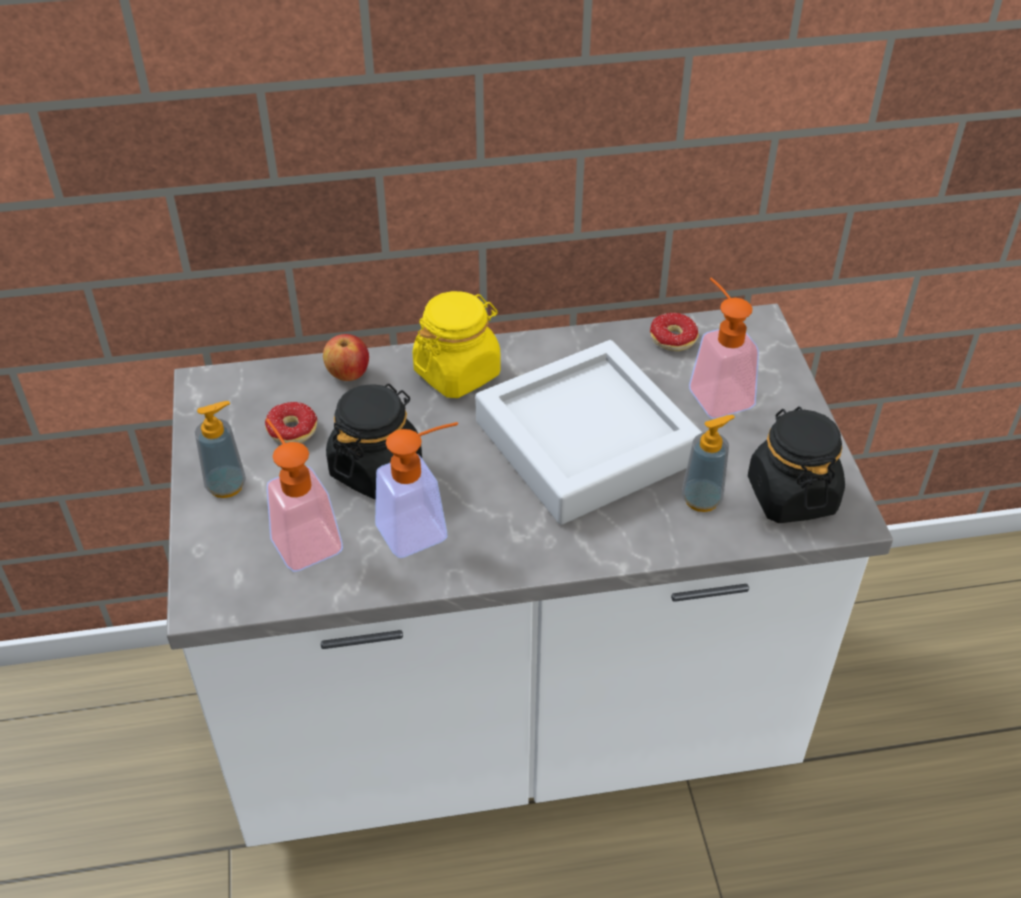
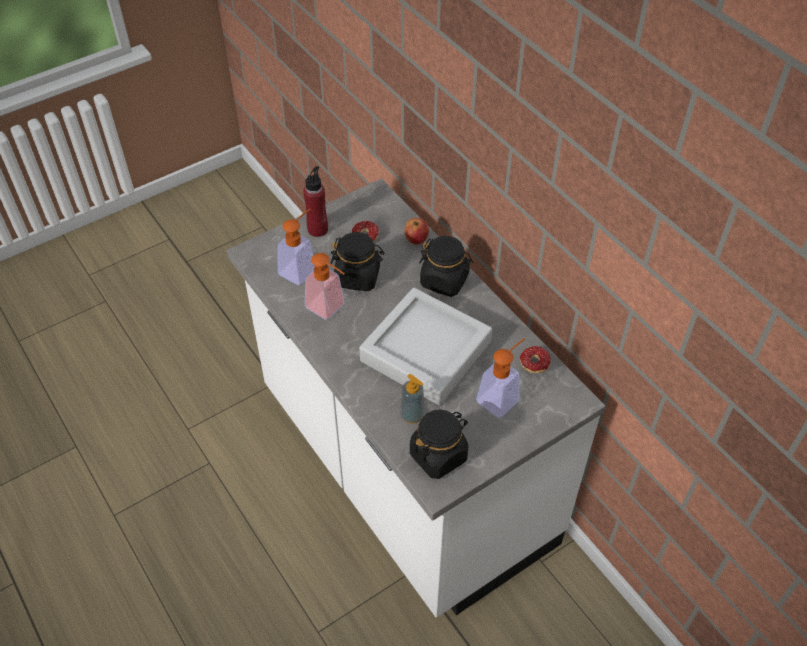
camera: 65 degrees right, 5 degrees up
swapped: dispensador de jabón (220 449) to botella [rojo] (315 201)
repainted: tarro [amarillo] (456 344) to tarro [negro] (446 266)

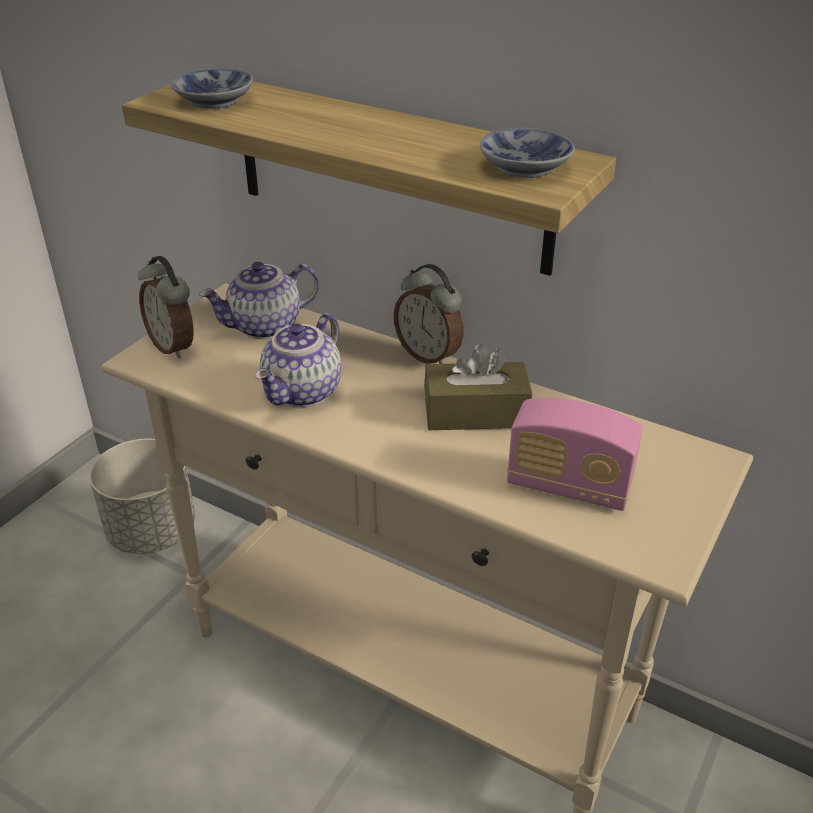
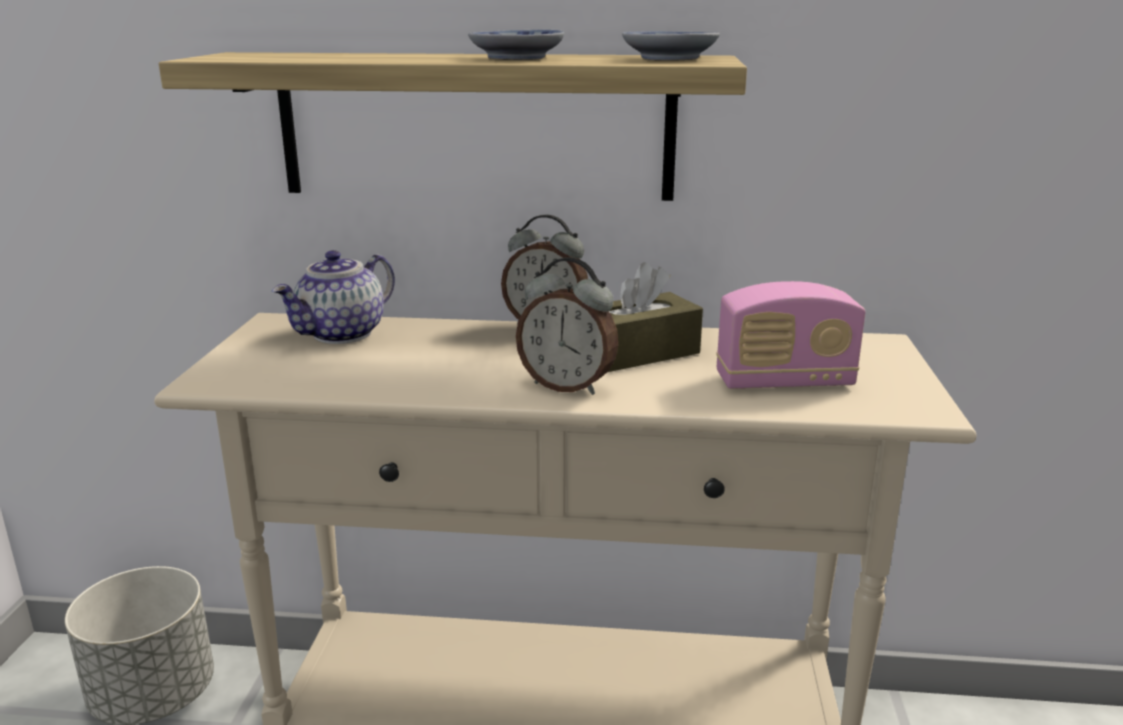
camera: 25 degrees left, 15 degrees down
gone: tetera (298 360)
shifted: cuenco (212 88) to (516 44); despertador (166 307) to (567 326)

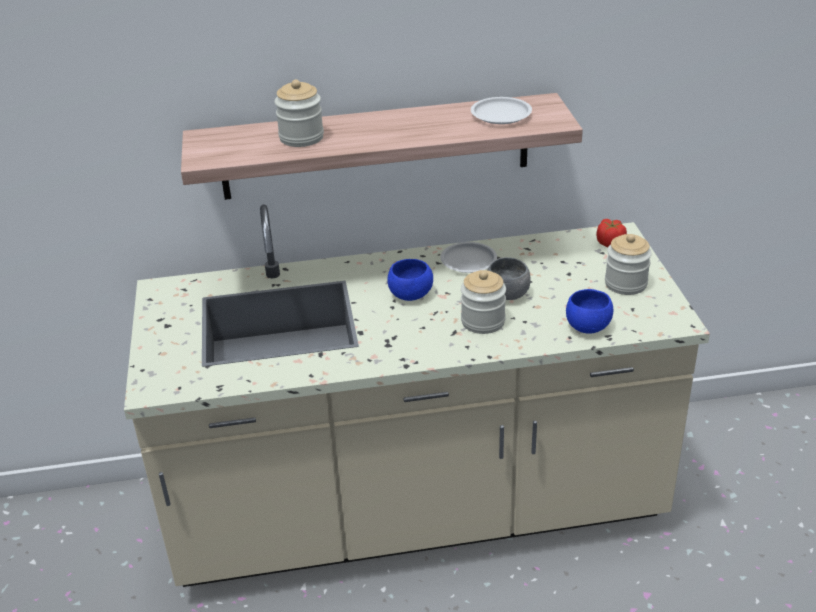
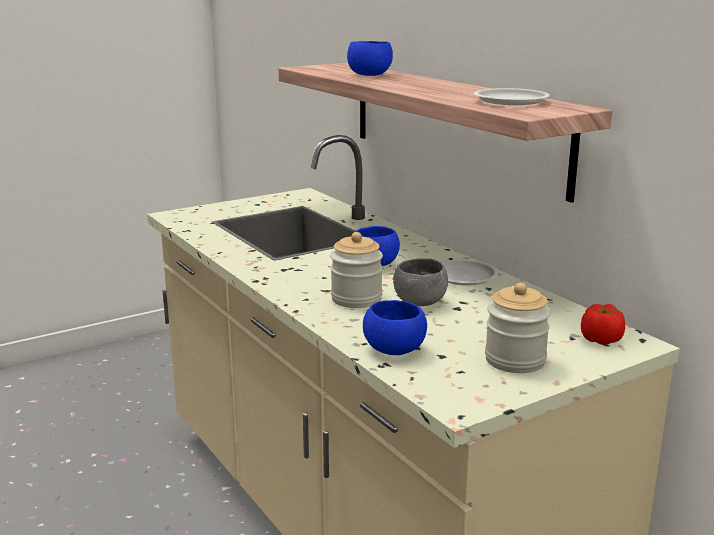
camera: 65 degrees right, 15 degrees down
swapped: tarro (299 113) to cuenco [azul] (370 58)

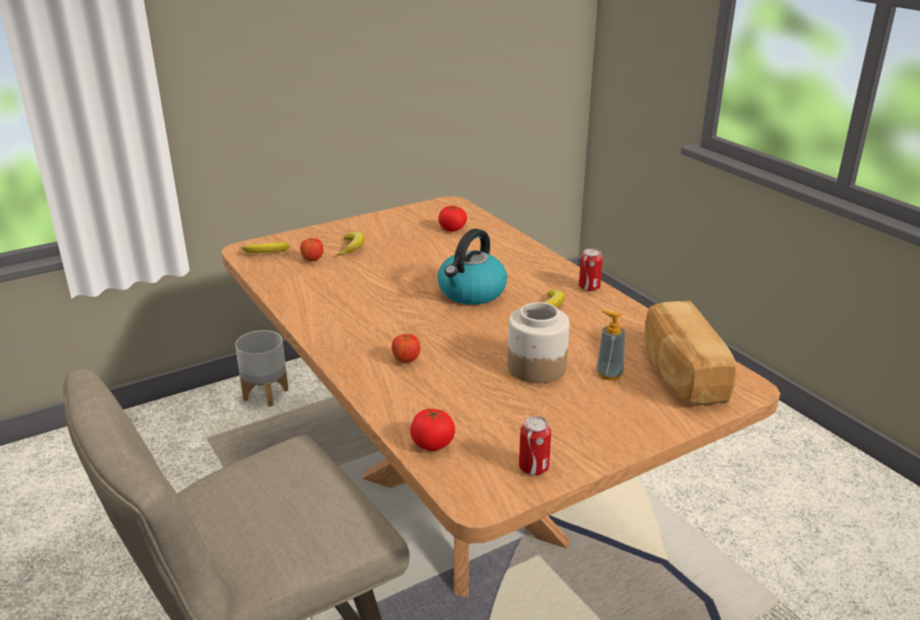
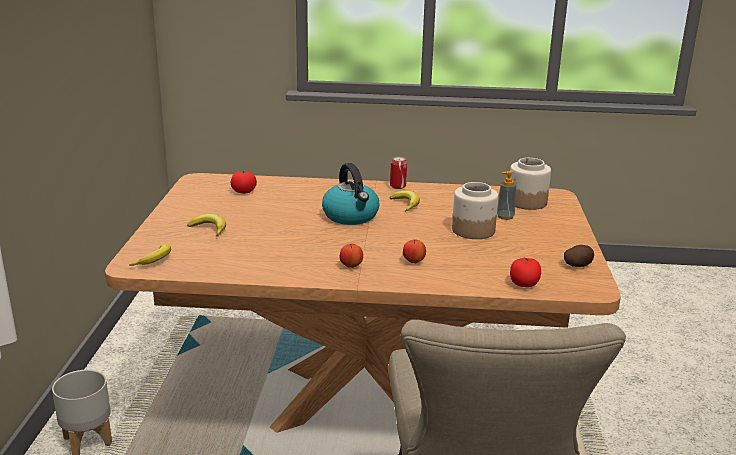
camera: 55 degrees left, 5 degrees down
shifted: manzana (311 250) to (351 256)
swapped: pan (690 352) to tarro (530 184); lata (535 445) to patata (579 256)

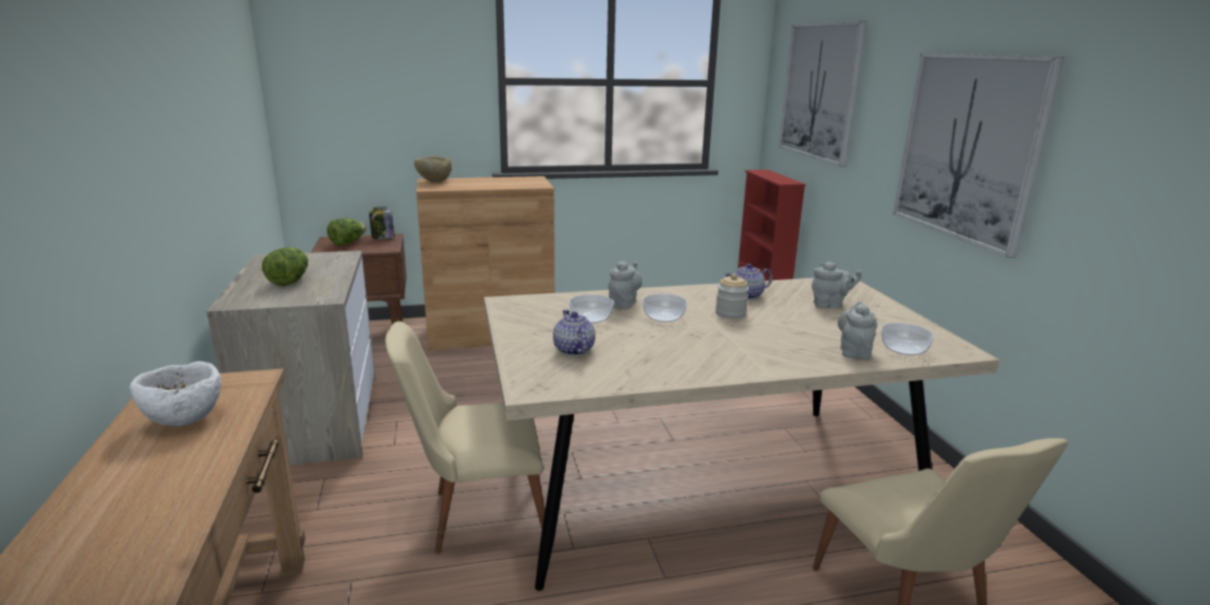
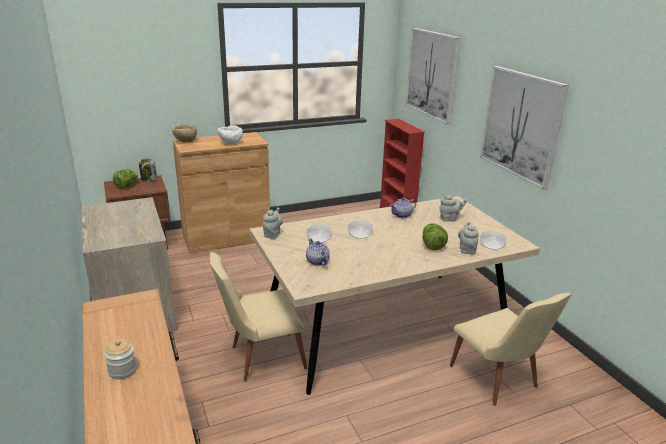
camera: 10 degrees left, 5 degrees up
shifted: tarro (732 296) to (120 359); cuenco [blanco] (175 393) to (230 134); tetera [gris] (625 285) to (273 223); lechuga (285 266) to (435 236)

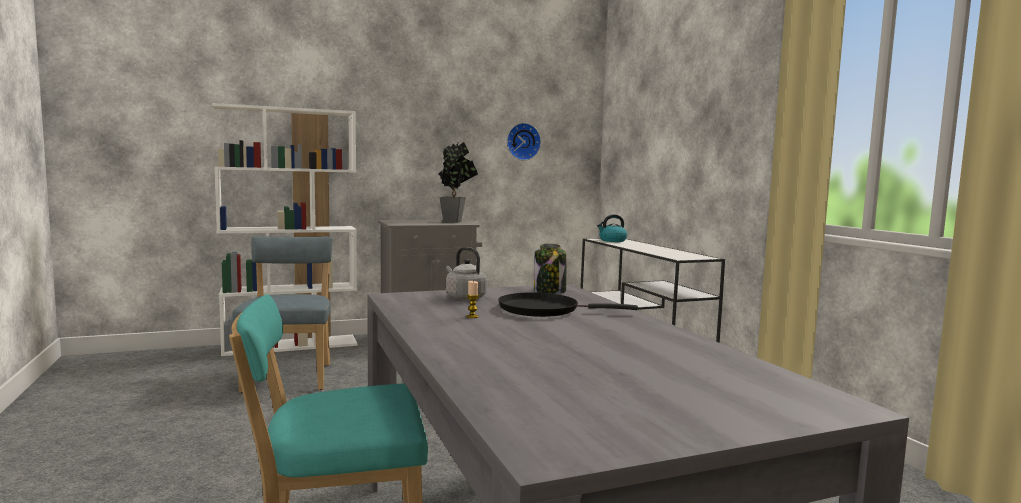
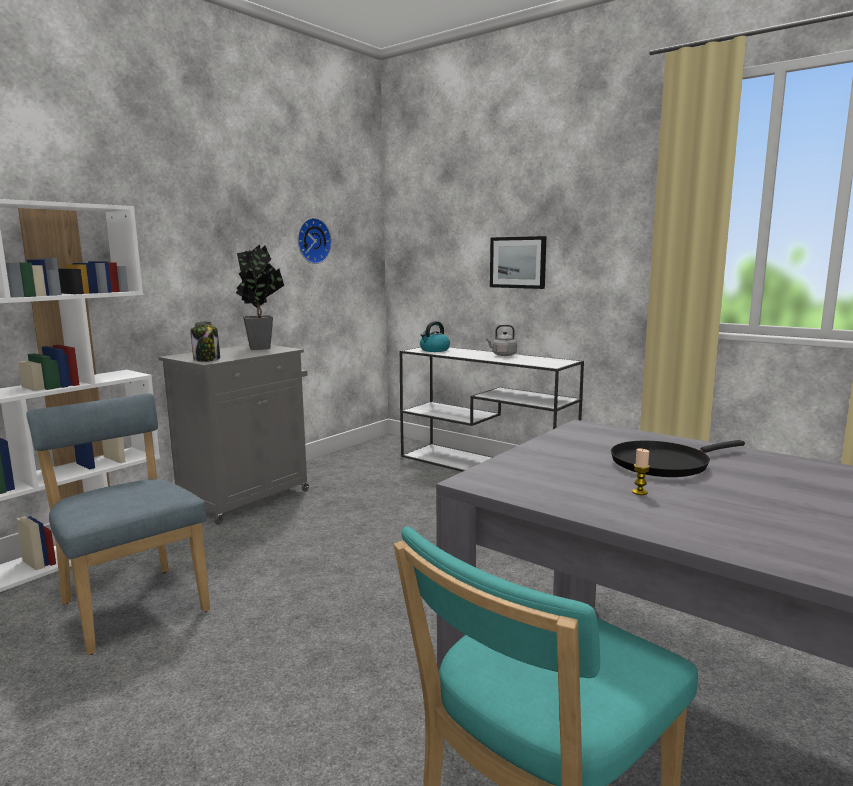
camera: 30 degrees left, 5 degrees up
new: cuadro (518 262)
shifted: tarro (550 268) to (205 341); hervidor [gris] (466 273) to (501 340)

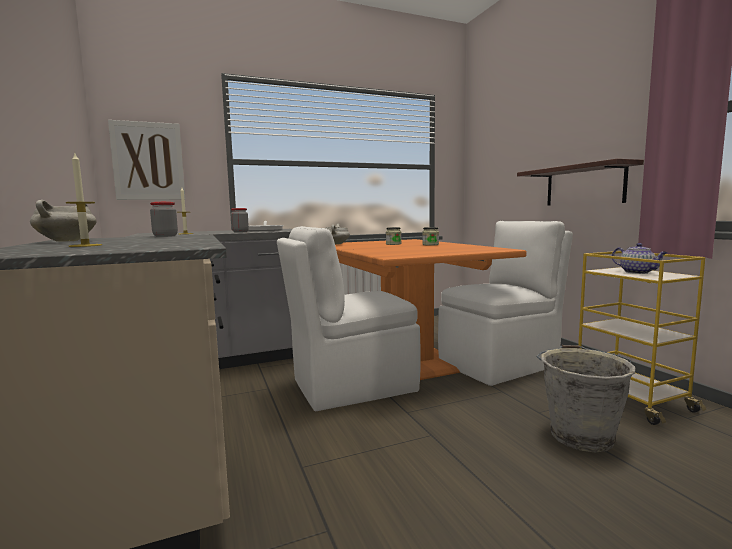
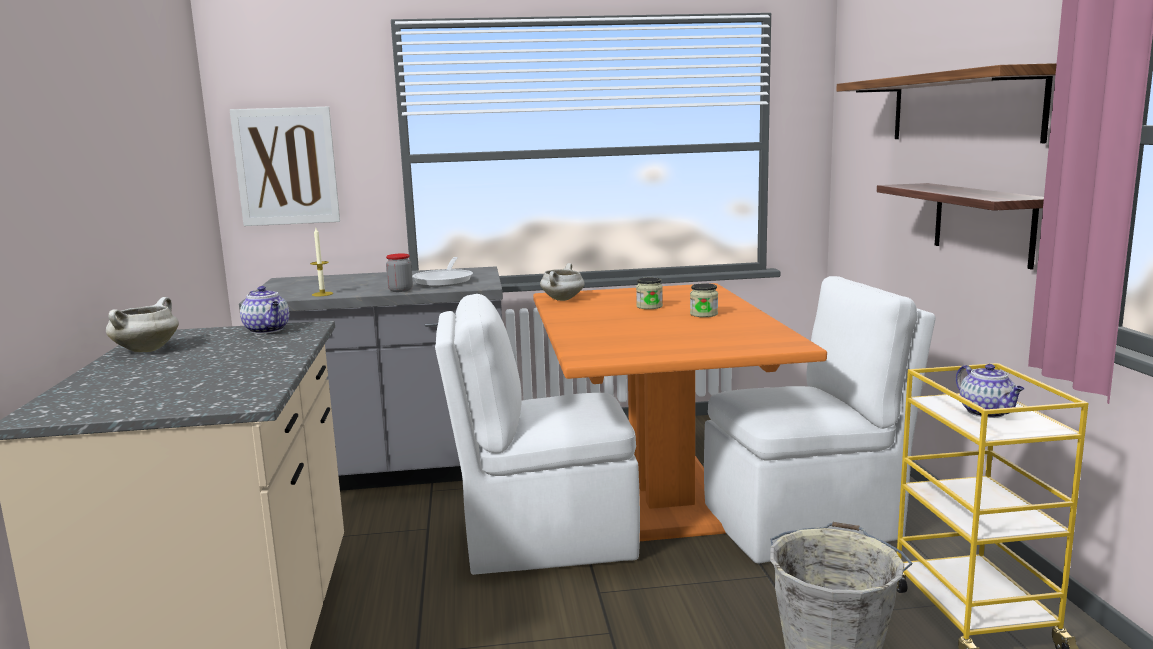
camera: 15 degrees right, 5 degrees up
gone: vela (84 200)
new: estante (946 103)
swapped: tarro (164 219) to tetera (264 310)

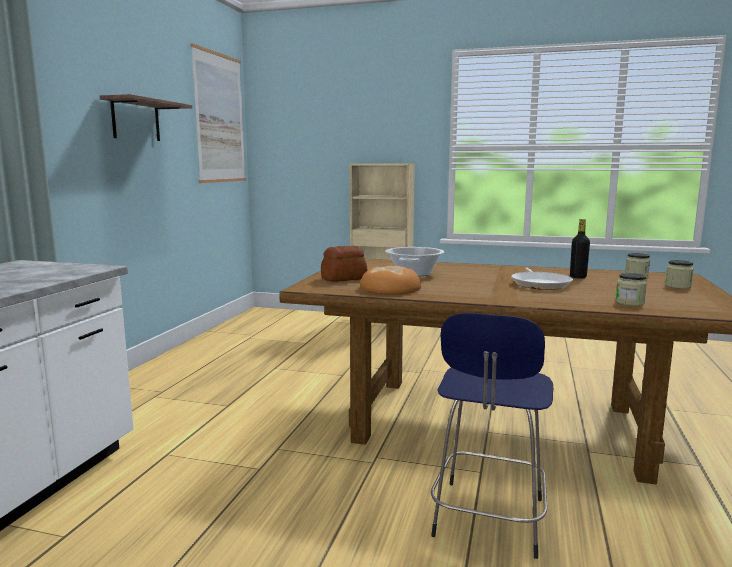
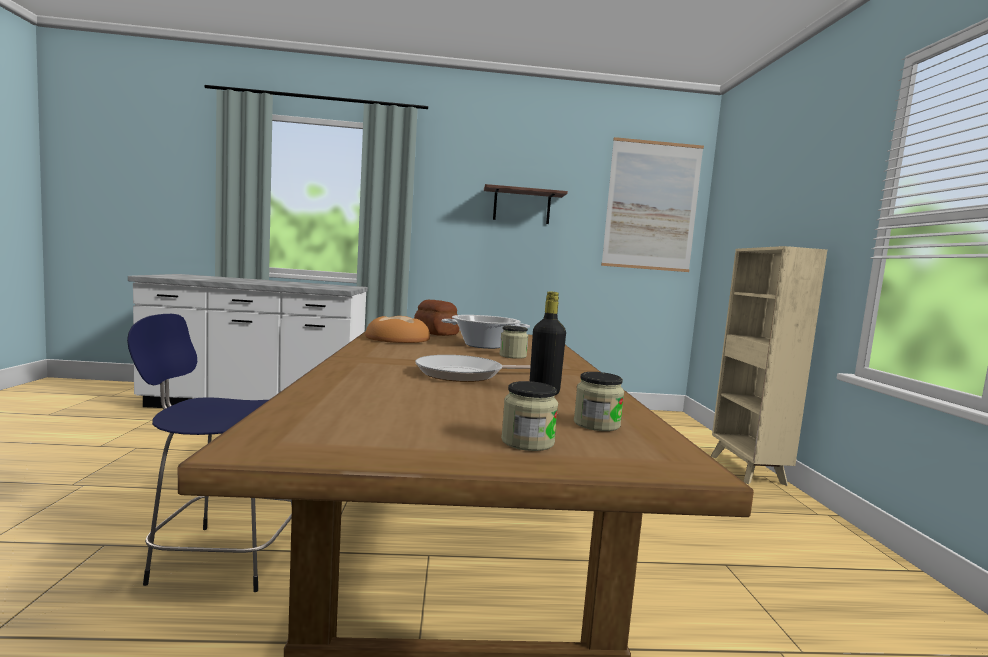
camera: 70 degrees right, 5 degrees down
shifted: tarro (631 289) to (513 342)

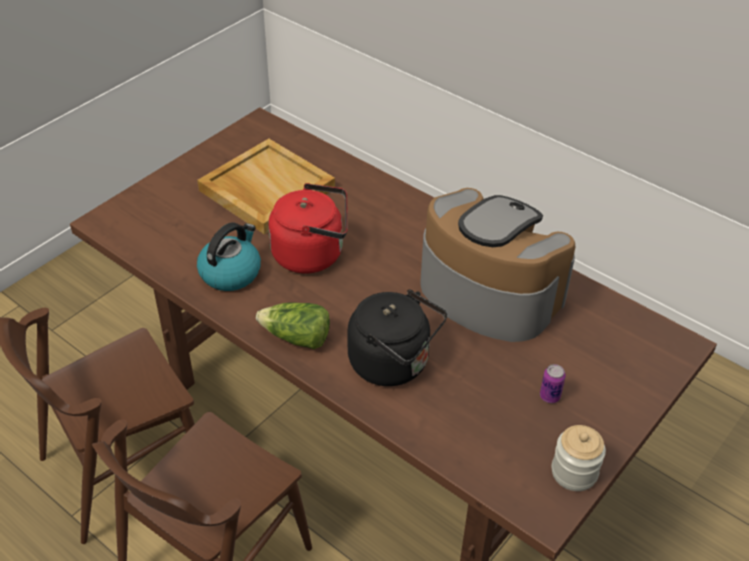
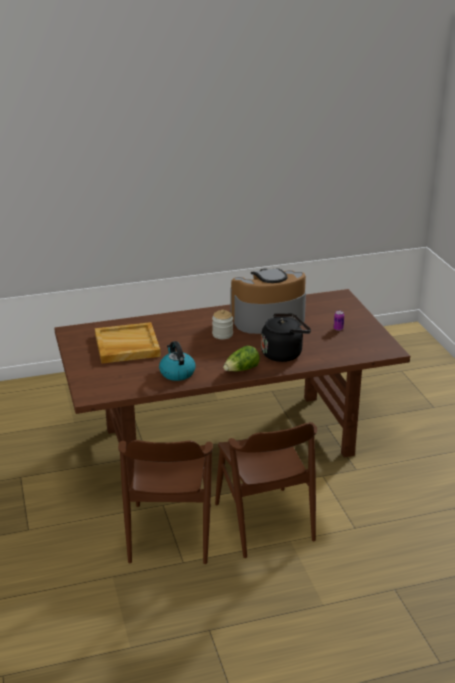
camera: 55 degrees left, 15 degrees down
gone: hervidor [rojo] (308 228)
shifted: tarro (579 458) to (222 324)

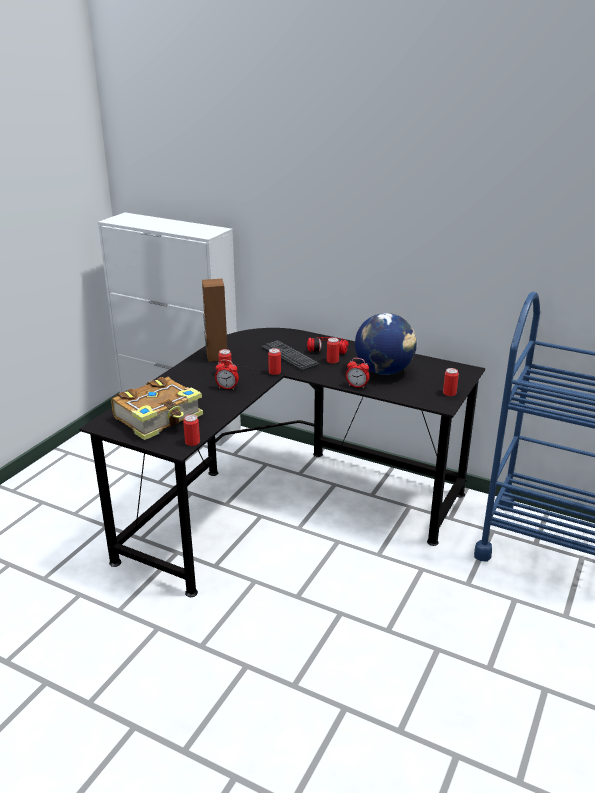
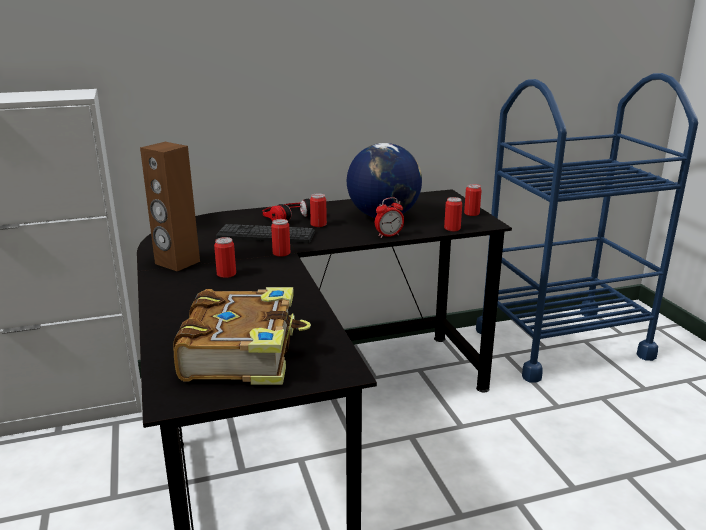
camera: 45 degrees left, 5 degrees down
gone: despertador (227 375)
shifted: lata (191 430) to (453 214)

